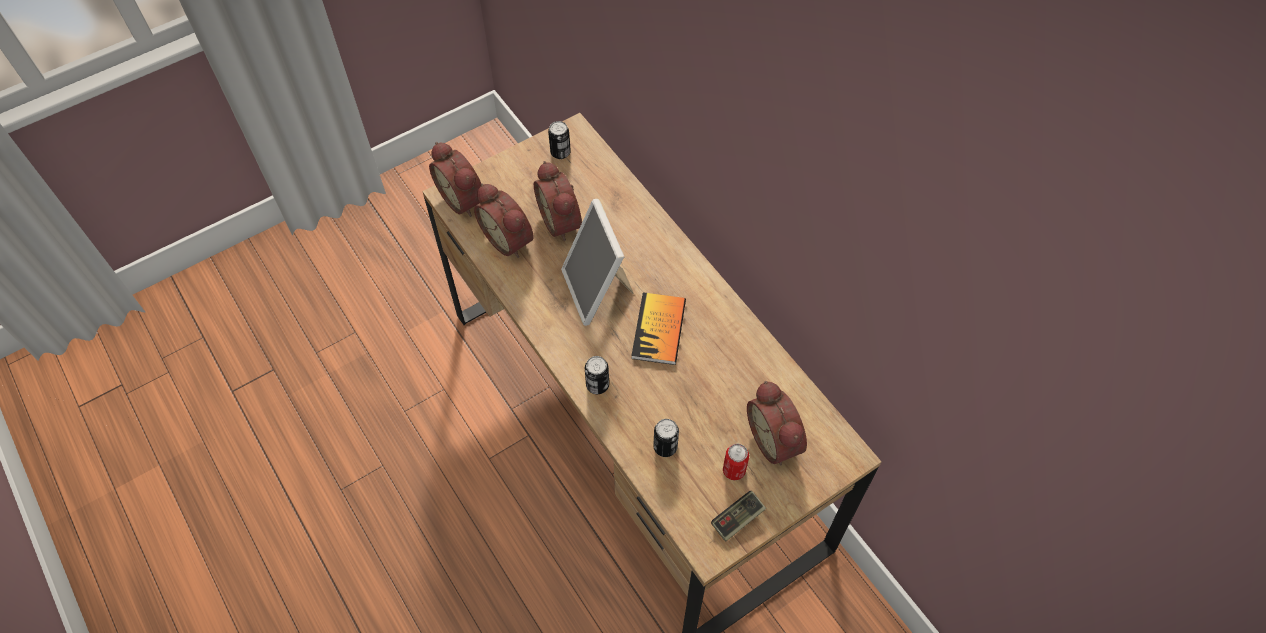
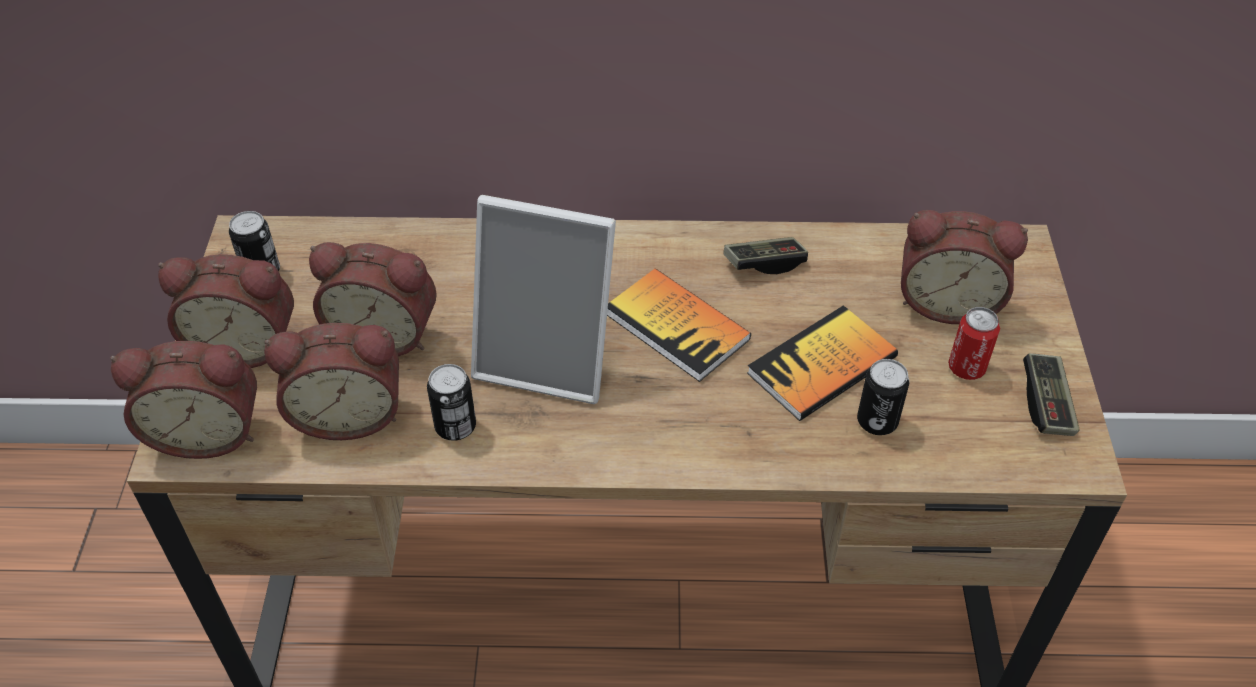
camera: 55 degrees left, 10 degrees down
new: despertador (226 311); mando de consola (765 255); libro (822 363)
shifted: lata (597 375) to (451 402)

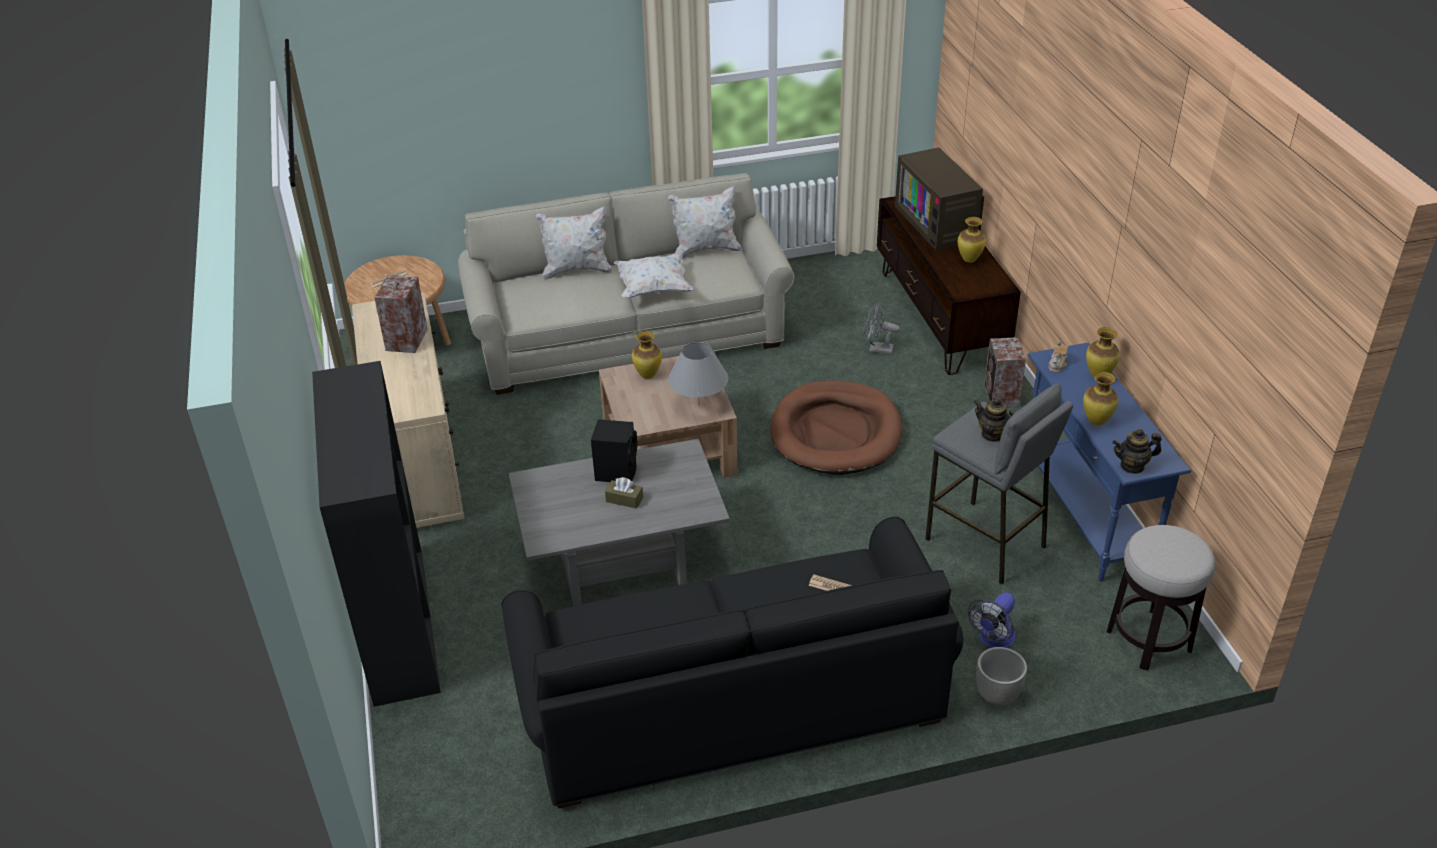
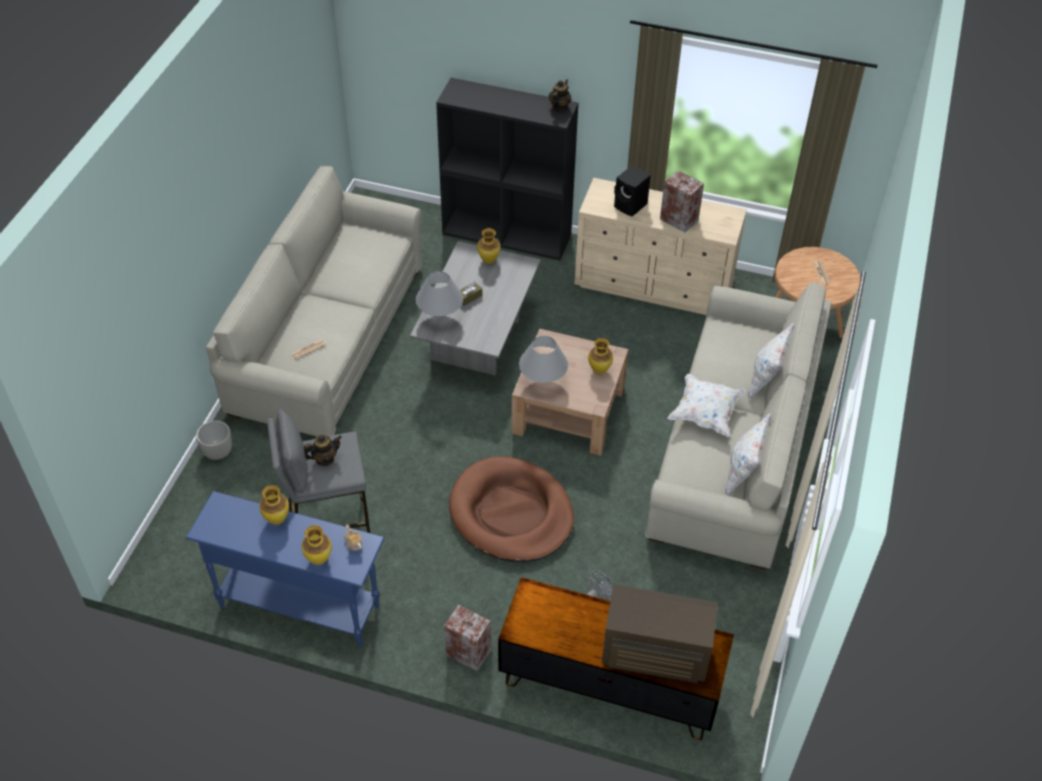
camera: 120 degrees right, 10 degrees up
gone: ventilador (991 620); taburete (1161 598)
new: lámpara de mesa [gris] (439 294)
shifted: florero (972 240) to (488 246); tetera (1136 451) to (560 95); altavoz [negro] (614 450) to (632 191)
repainted: sofá [negro] (732 662) to sofá [beis] (314 301)

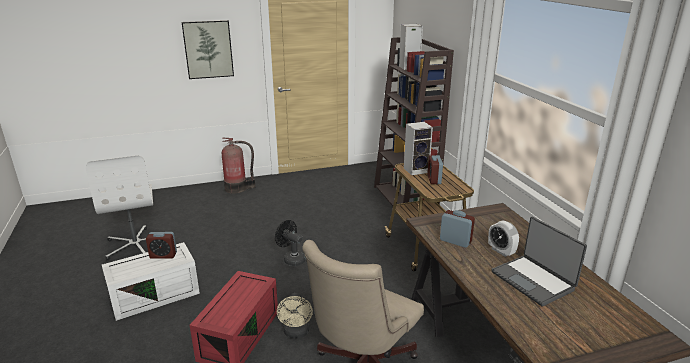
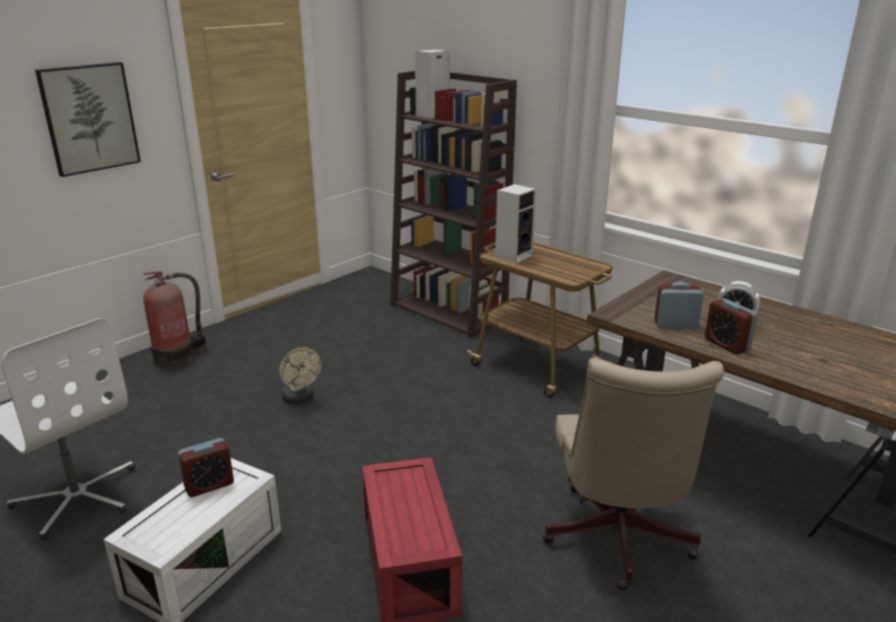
camera: 30 degrees left, 0 degrees up
gone: ventilador [negro] (290 243); portátil (539 262)
shifted: ventilador [beis] (295 315) to (300 375); despertador (435 169) to (731 326)

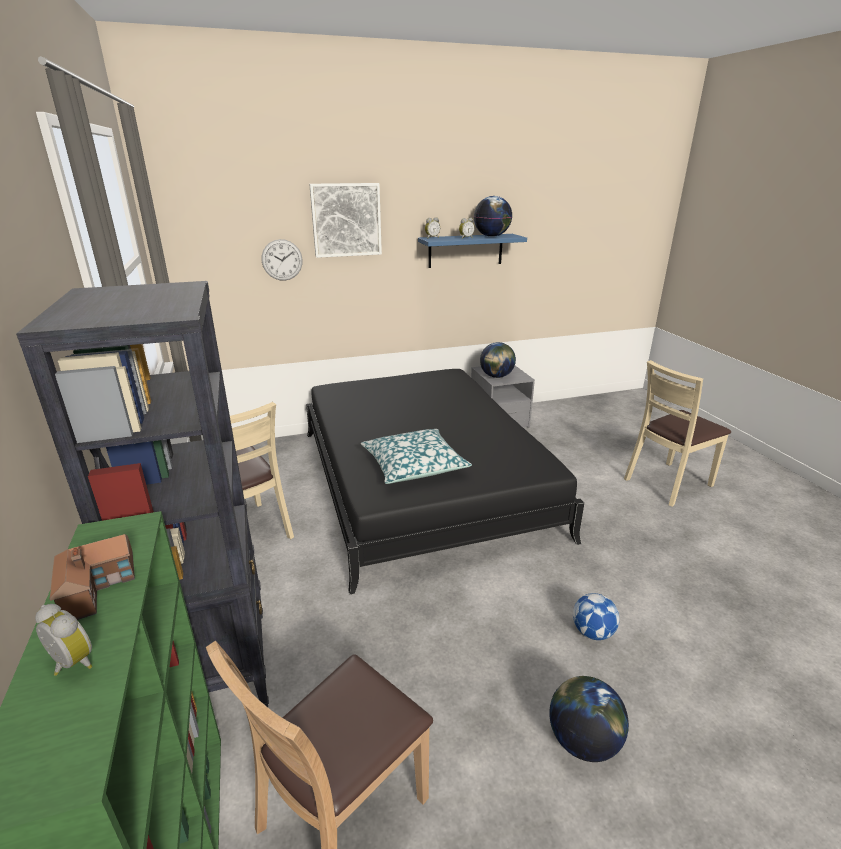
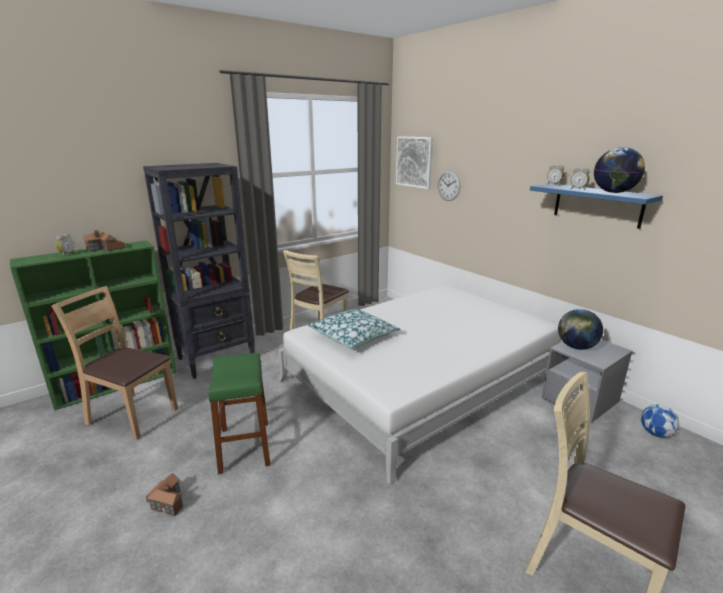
camera: 70 degrees right, 5 degrees down
new: taburete [verde] (239 413)
shifted: cuadro (345 220) to (414 162); balón de fútbol (596 616) to (660 421)
swapped: globo terráqueo (589 719) to casita (164 494)
repainted: cama [negro] (445 482) to cama [blanco] (419 385)

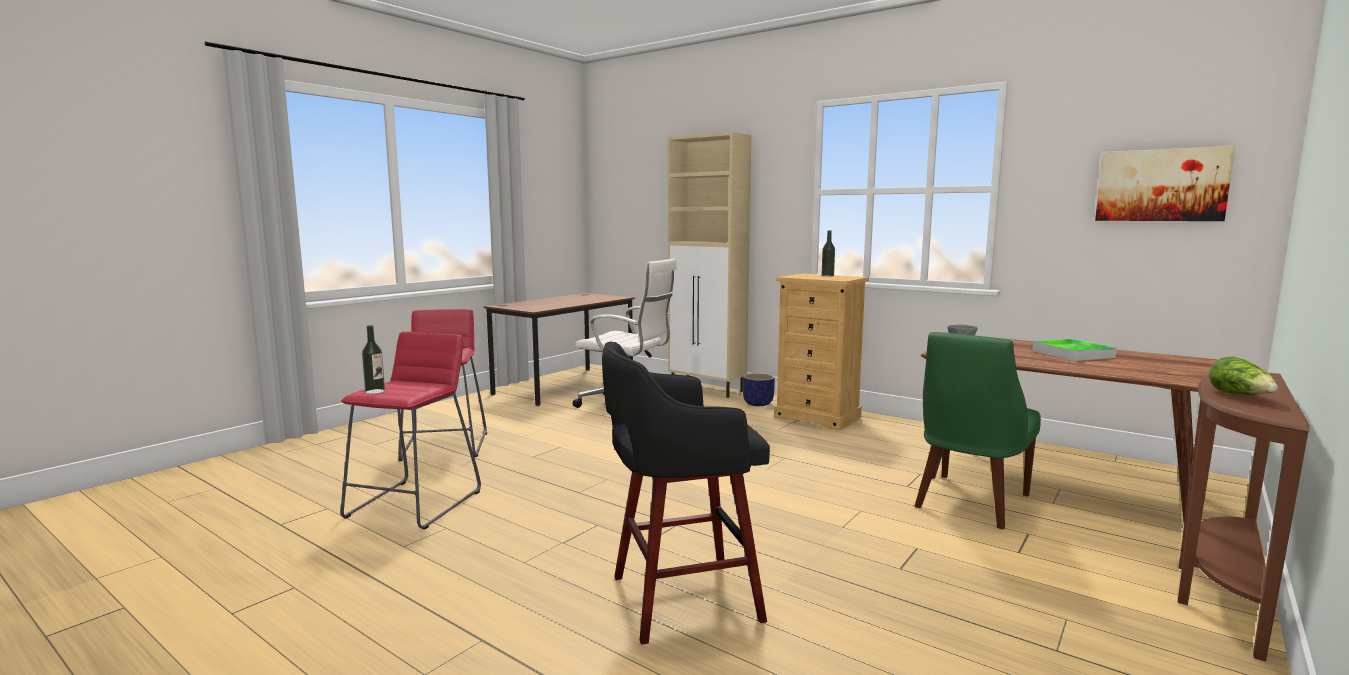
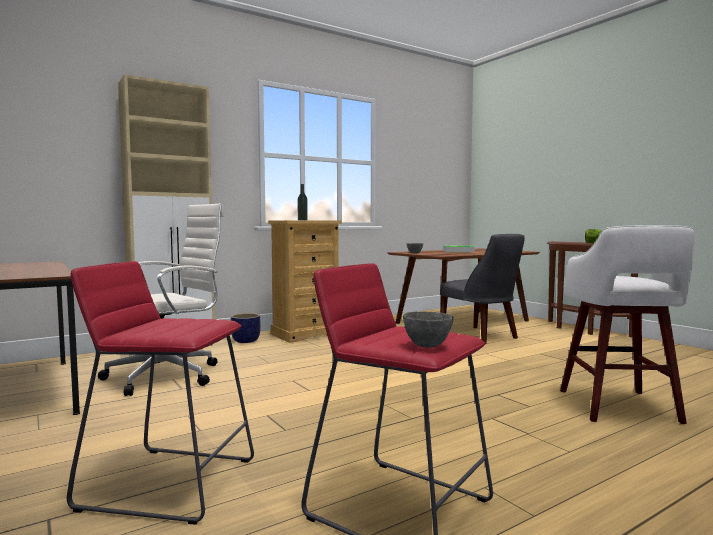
camera: 70 degrees left, 5 degrees down
gone: cuadro (1165 183)
swapped: botella (373 359) to cuenco [gris] (428 329)
repainted: silla [verde] (977 430) to silla [gris] (482 288); taburete [negro] (686 493) to taburete [blanco] (627 324)

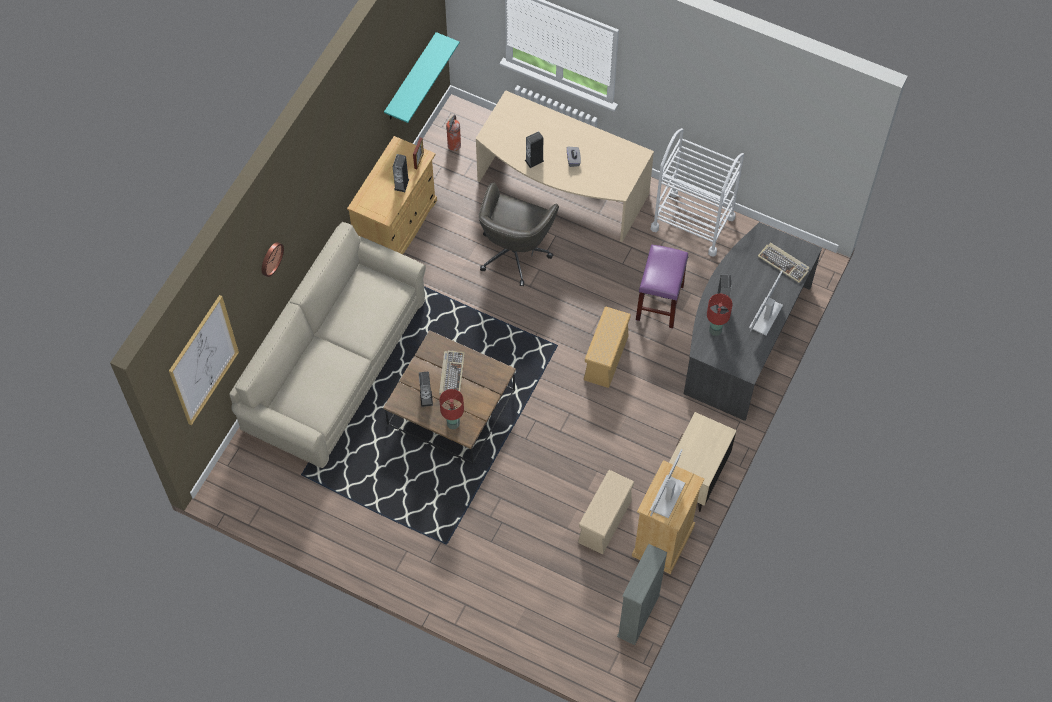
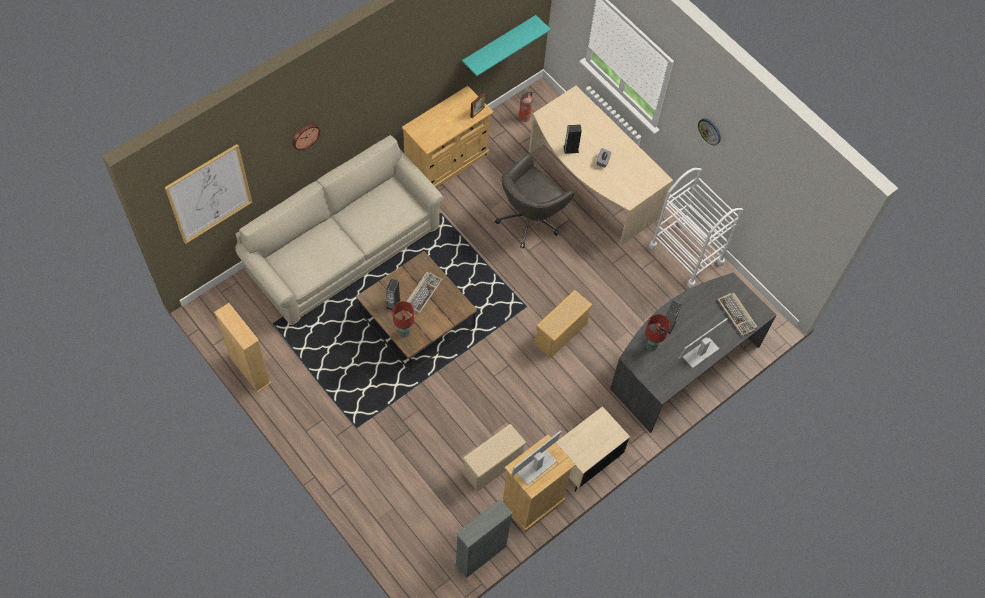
camera: 20 degrees right, 0 degrees up
gone: altavoz (401 173); taburete [morado] (662 286)
new: estantería [beis] (242 348); reloj de pared (709 131)

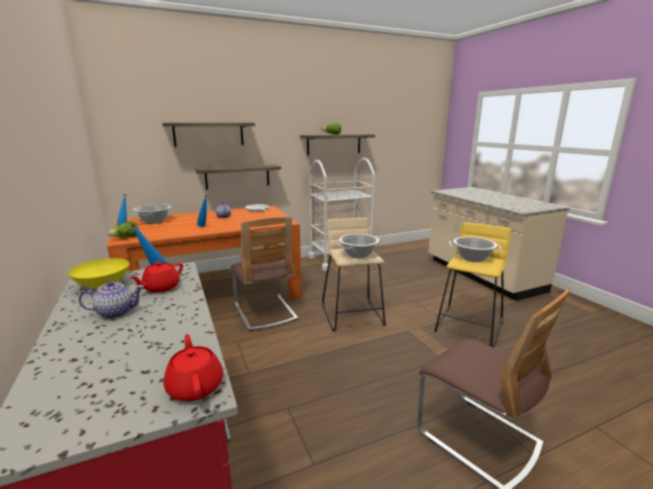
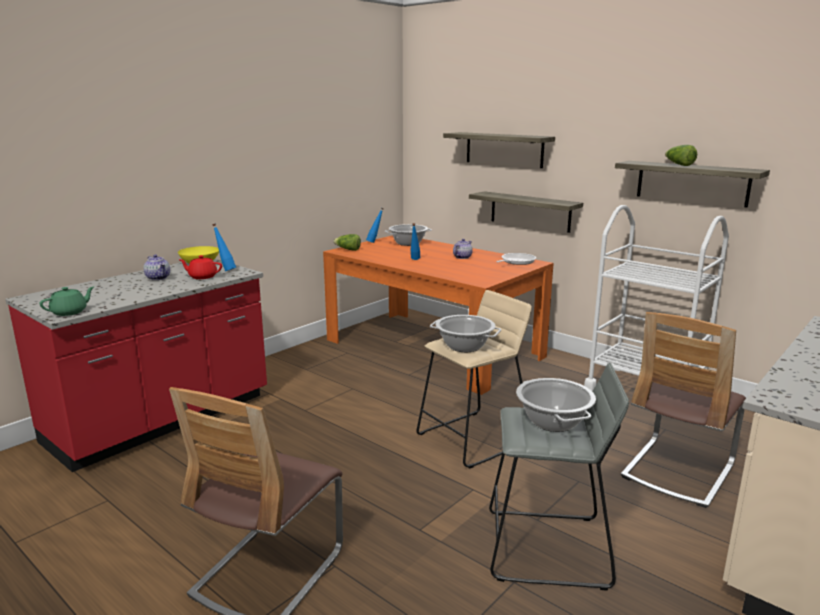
camera: 65 degrees right, 0 degrees up
shifted: silla (264 274) to (683 410)
repainted: tetera [rojo] (193 367) to tetera [verde] (67 301); taburete [amarillo] (472 285) to taburete [gris] (559 477)

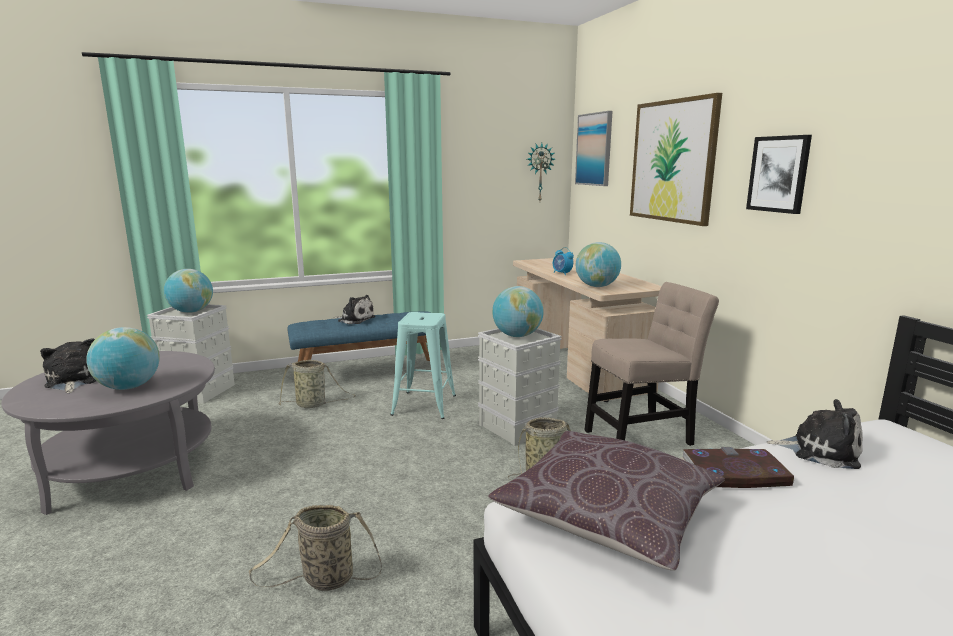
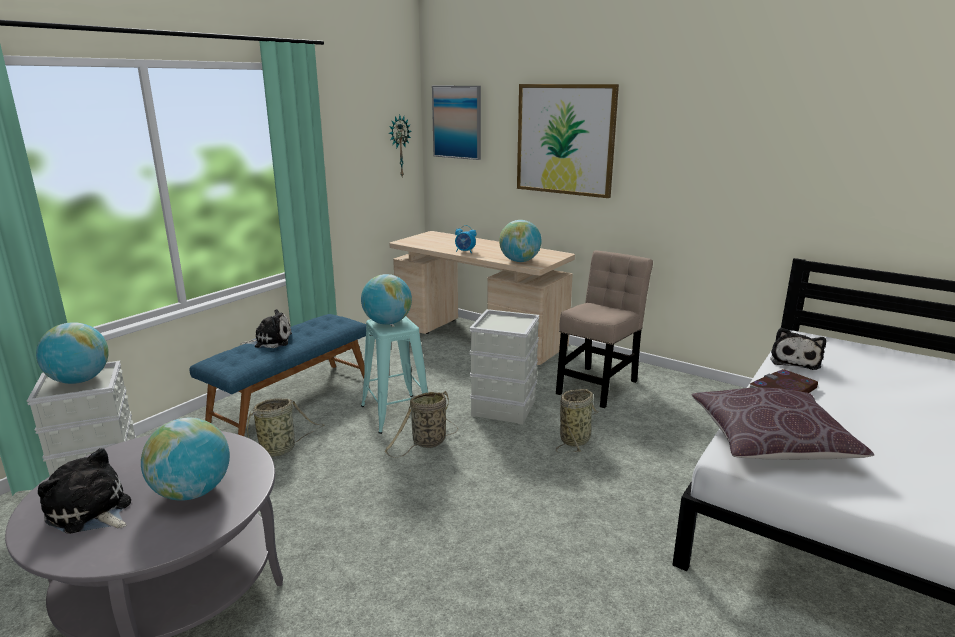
camera: 35 degrees left, 5 degrees up
gone: cuadro (779 174)
shifted: globo terráqueo (518 311) to (386 299); cesta (315 548) to (421 424)
rotated: peluche (814 434) = (798 349) 120 degrees clockwise

